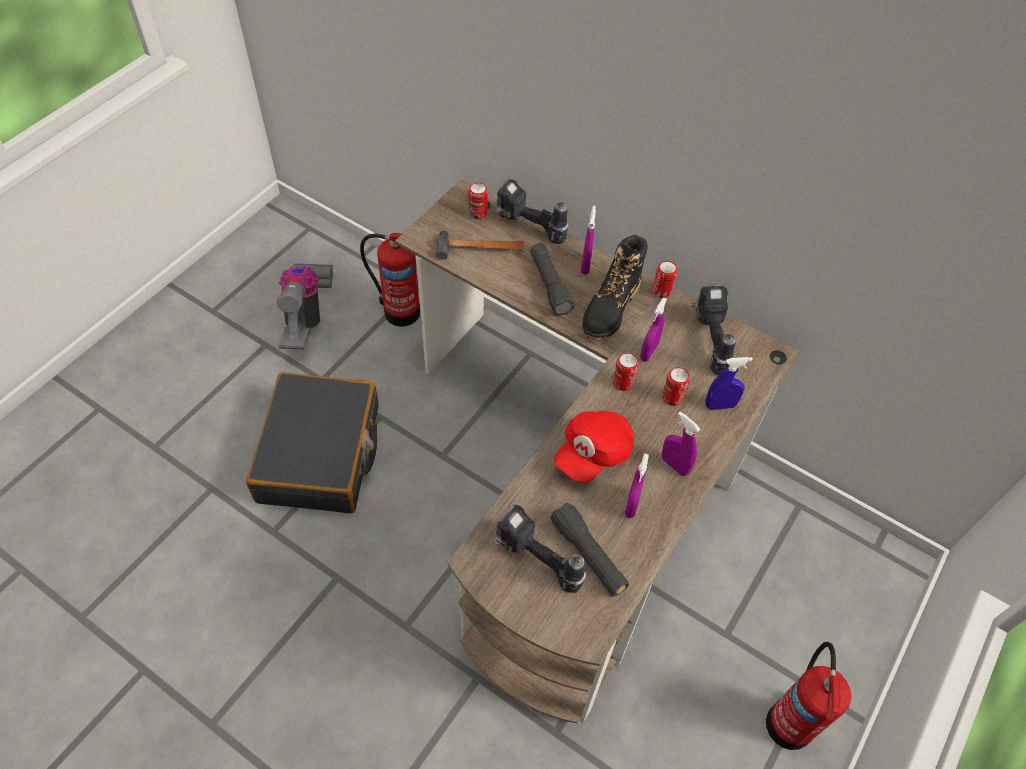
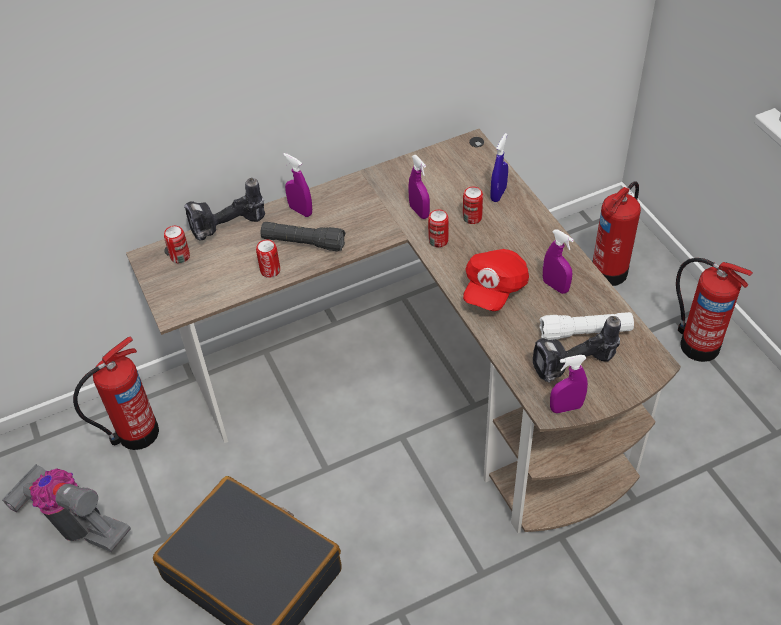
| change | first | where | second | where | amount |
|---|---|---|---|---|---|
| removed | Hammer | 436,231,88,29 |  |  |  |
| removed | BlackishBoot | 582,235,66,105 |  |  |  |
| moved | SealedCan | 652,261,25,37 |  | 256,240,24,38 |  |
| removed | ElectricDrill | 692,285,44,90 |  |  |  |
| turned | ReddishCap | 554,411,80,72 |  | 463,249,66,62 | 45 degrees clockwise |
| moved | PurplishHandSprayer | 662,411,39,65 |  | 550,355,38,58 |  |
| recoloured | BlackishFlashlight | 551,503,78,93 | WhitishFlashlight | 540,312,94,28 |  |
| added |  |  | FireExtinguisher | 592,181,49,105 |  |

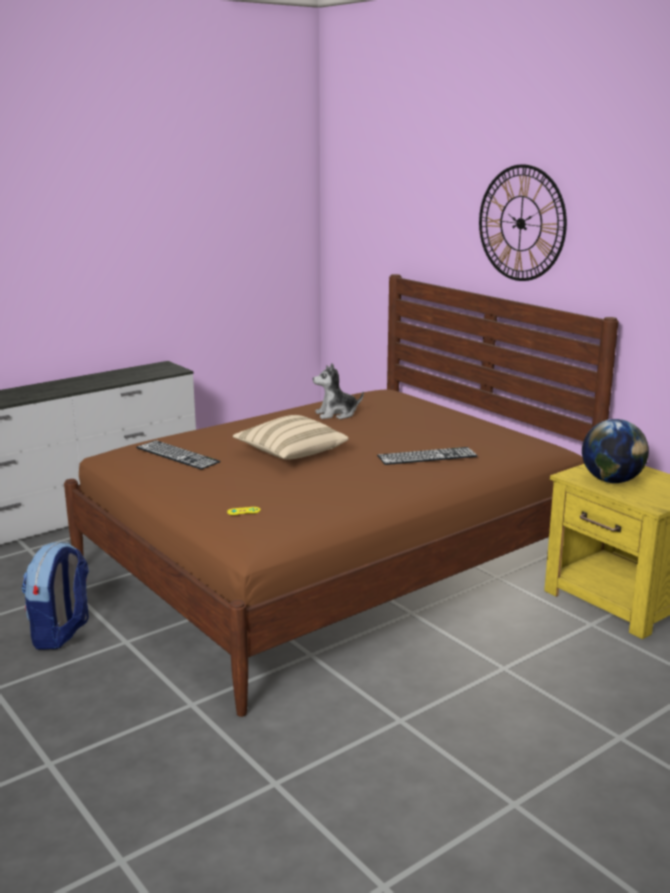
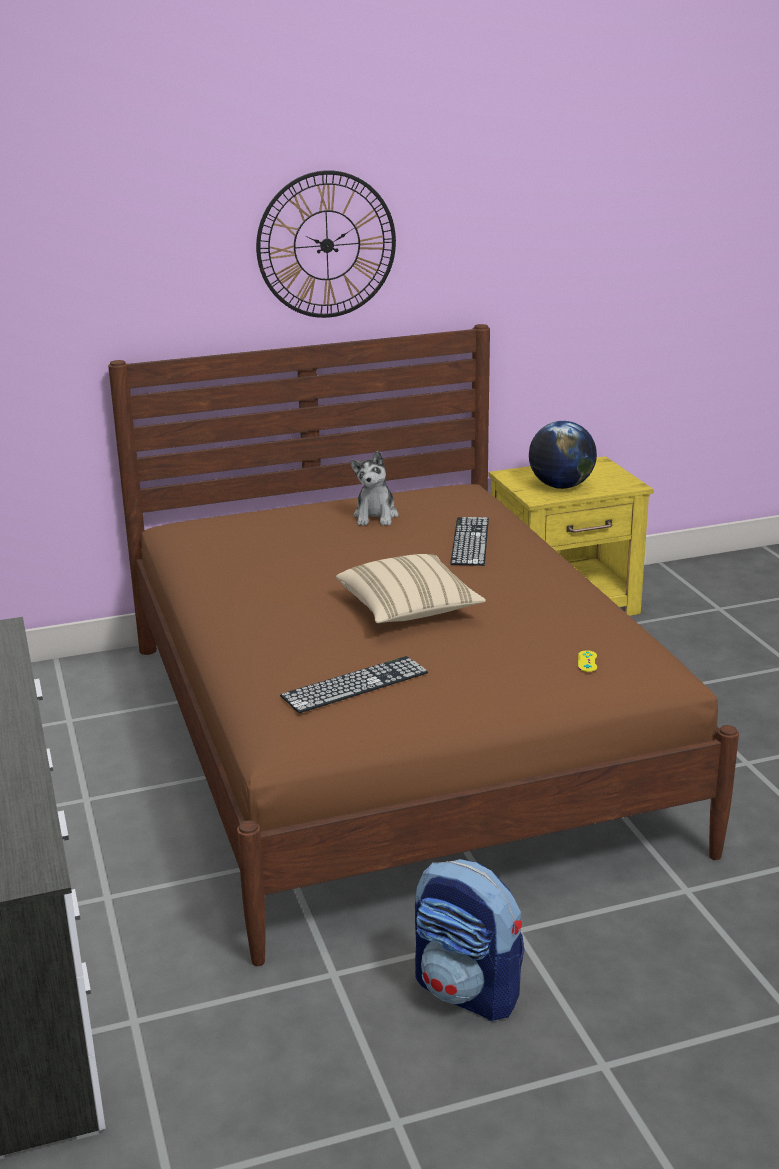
| change | first | where | second | where | amount |
|---|---|---|---|---|---|
| moved | CuddlyToy | 313,363,51,56 |  | 350,451,49,75 |  |

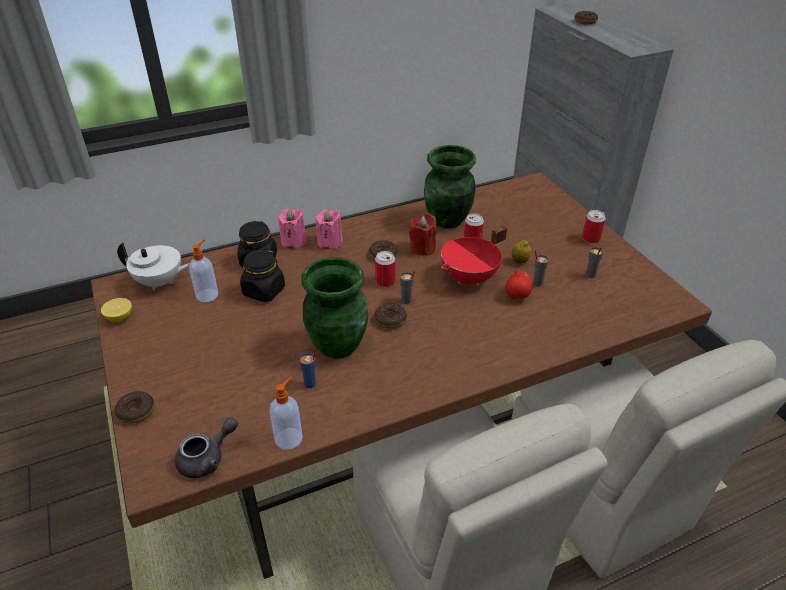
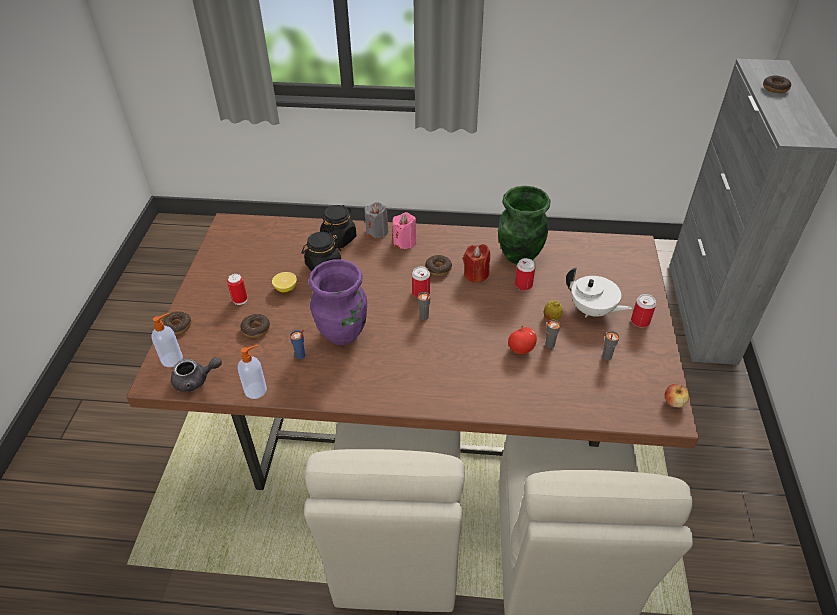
| change | first | where | second | where | amount |
|---|---|---|---|---|---|
| recoloured | PinkColouredWaxLight | 278,209,28,39 | GrayWaxLight | 364,202,24,36 |  |
| removed | ReddishCookingPot | 441,225,66,60 |  |  |  |
| moved | SoapDispenser | 189,239,29,63 |  | 151,313,32,54 |  |
| moved | WhitishTeapot | 117,242,73,49 |  | 566,268,66,49 |  |
| recoloured | GreenVase | 302,257,66,102 | PurplishVase | 309,260,58,85 |  |
| moved | WholeLemon | 101,298,31,24 |  | 272,272,25,20 |  |
| moved | RingDoughnut | 374,303,33,26 |  | 240,314,30,24 |  |
| added |  |  | SealedCan | 227,274,20,31 |  |
| added |  |  | WholeApple | 665,384,24,23 |  |

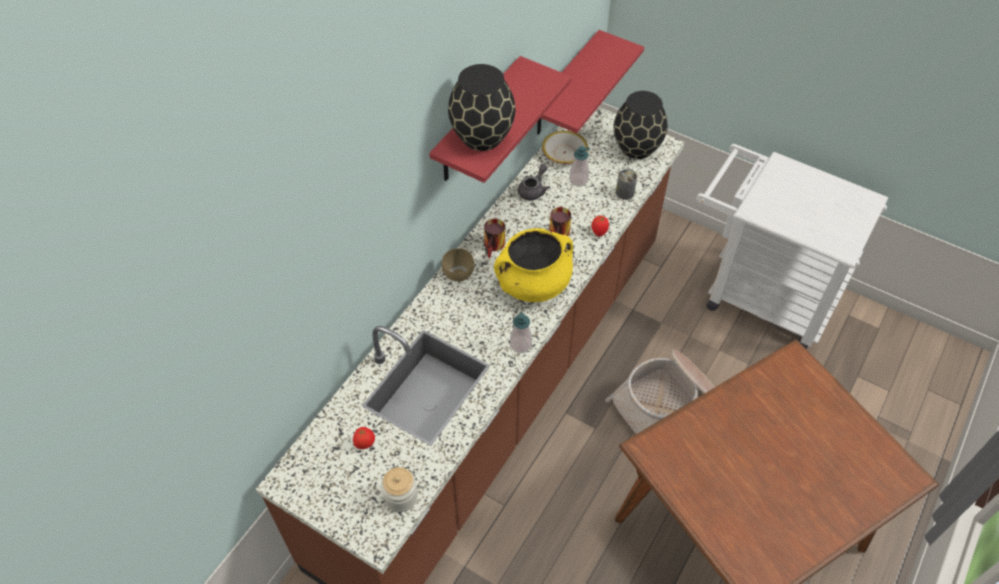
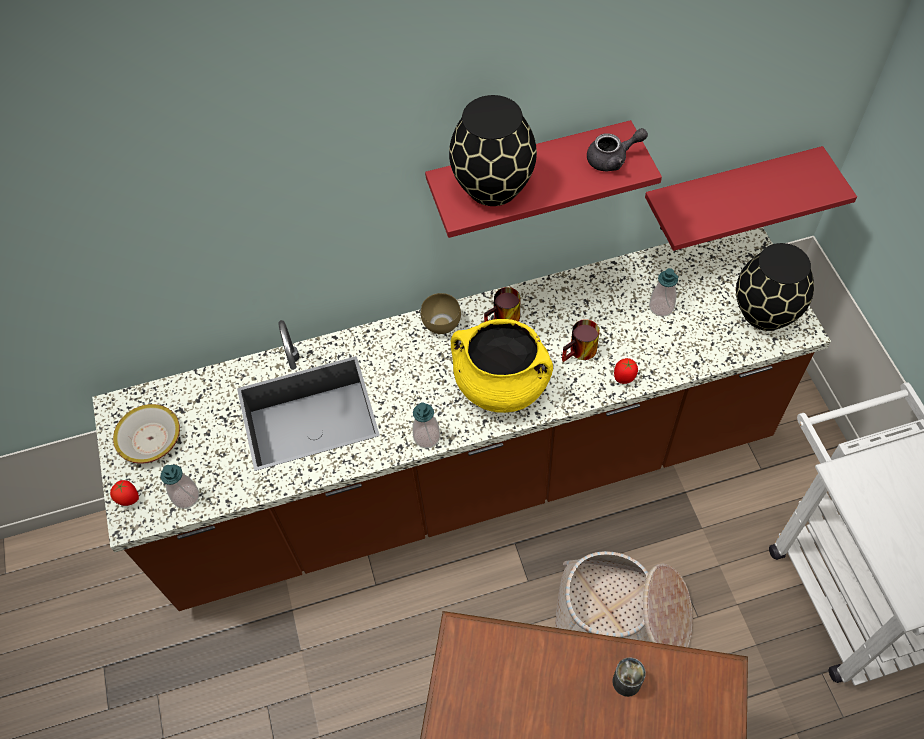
| change | first | where | second | where | amount |
|---|---|---|---|---|---|
| moved | Bowl | 542,131,46,33 |  | 113,404,67,60 |  |
| moved | GrayTeapot | 518,164,31,36 |  | 587,128,61,43 |  |
| moved | SealedCan | 616,169,21,31 |  | 612,657,34,40 |  |
| moved | WholeTomato | 353,427,22,22 |  | 110,480,29,26 |  |
| replaced | Jar | 381,467,37,45 | SoapDispenser | 160,465,39,44 |  |

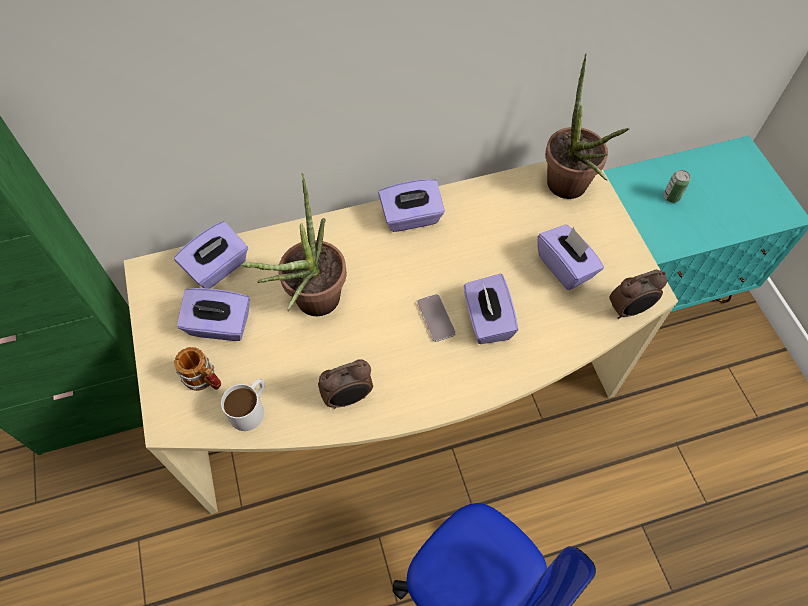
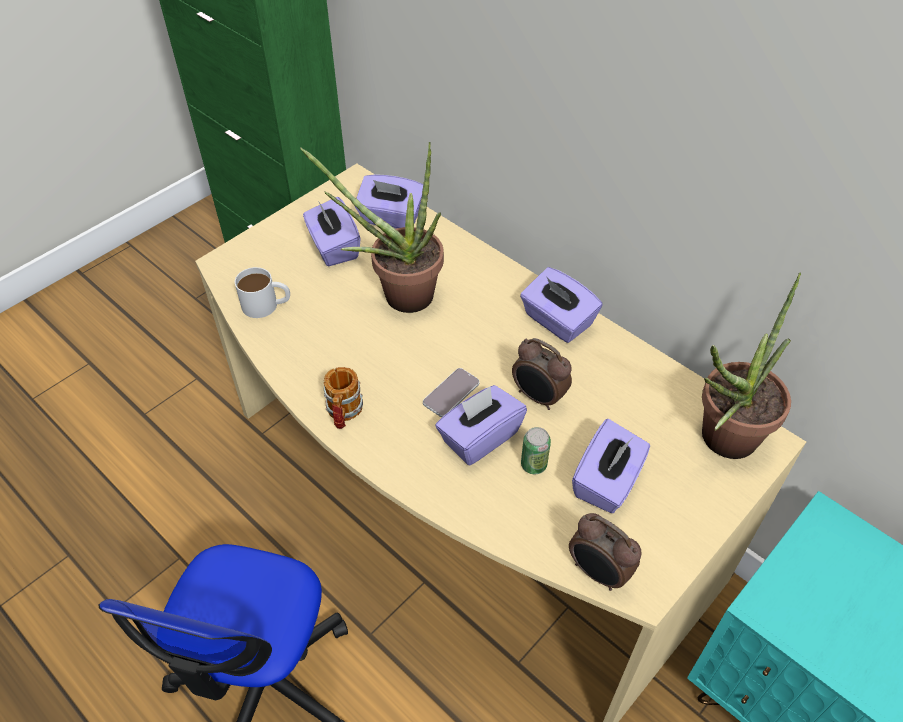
| change | first | where | second | where | amount |
|---|---|---|---|---|---|
| moved | SealedCan | 663,170,27,33 |  | 521,427,30,47 |  |
| moved | TeaMug | 174,347,47,44 |  | 324,367,39,62 |  |
| moved | TableClock | 318,359,55,50 |  | 512,338,60,72 |  |

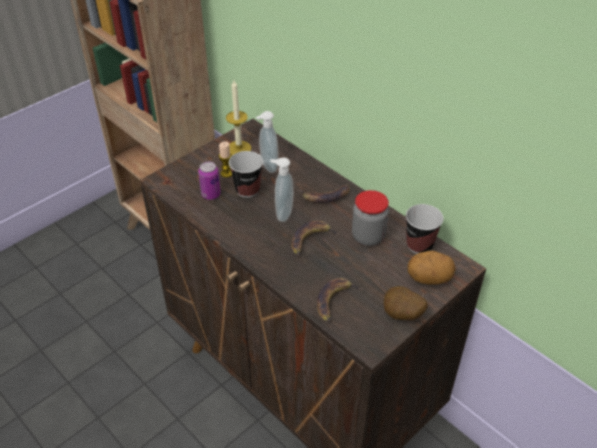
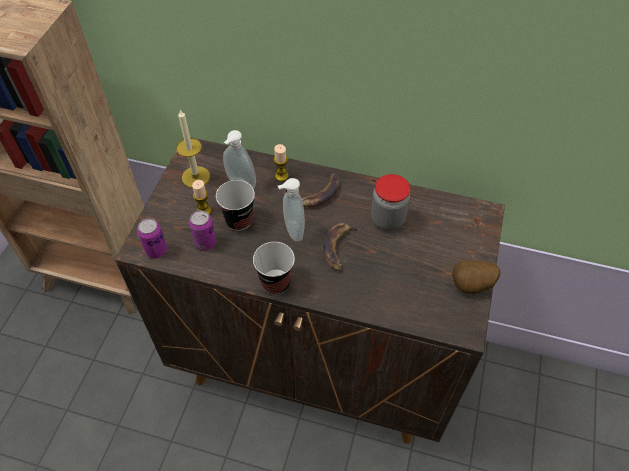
| change | first | where | second | where | amount |
|---|---|---|---|---|---|
| moved | SmallCup | 406,204,37,50 |  | 253,242,42,53 |  |
| removed | Spud | 407,251,49,34 |  |  |  |
| removed | Banana | 317,278,46,44 |  |  |  |
| added |  |  | WaxLight | 274,144,15,37 |  |
| added |  |  | SealedCan | 137,218,30,40 |  |

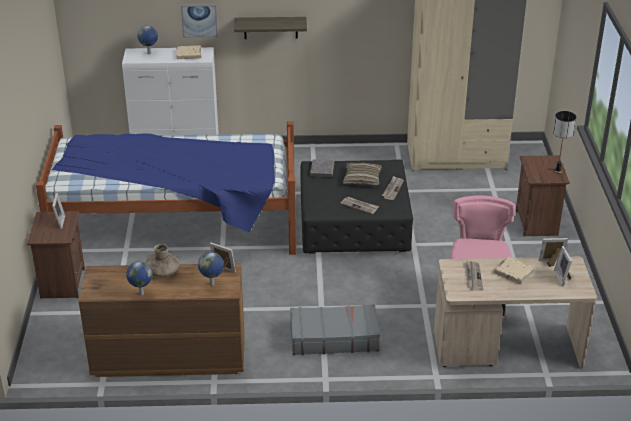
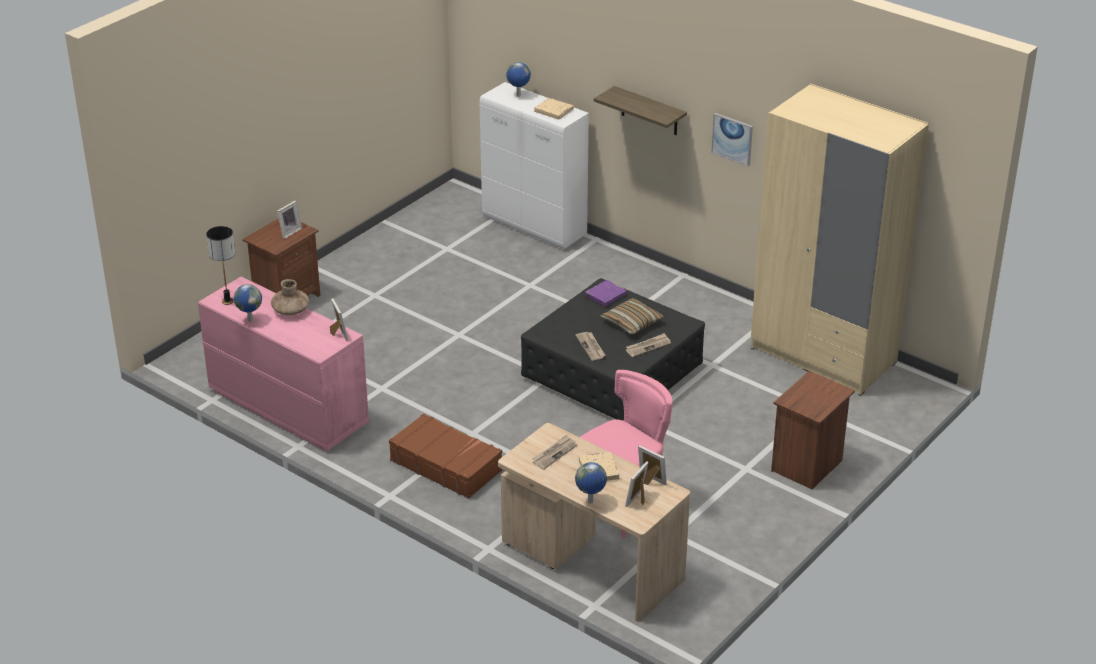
| change | first | where | second | where | amount |
|---|---|---|---|---|---|
| moved | WallPicture | 181,4,37,33 |  | 711,113,42,53 |  |
| moved | LampForATable | 553,111,24,63 |  | 206,226,29,79 |  |
| removed | Bed | 36,121,260,134 |  |  |  |
| recoloured | GrayVolume | 310,159,25,18 | PurplishVolume | 585,280,42,26 |  |
| moved | WorldGlobe | 198,252,26,34 |  | 575,462,32,42 |  |
| recoloured | BrownColouredDrawerChest | 79,263,166,114 | PinkColouredDrawerChest | 198,276,171,175 |  |
| recoloured | GraySuitcase | 290,304,90,51 | BrownColouredSuitcase | 389,414,113,85 |  |

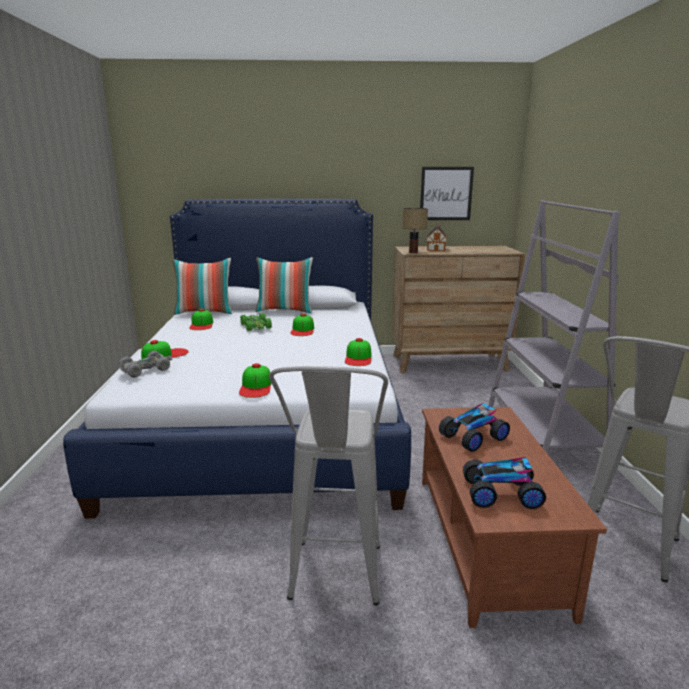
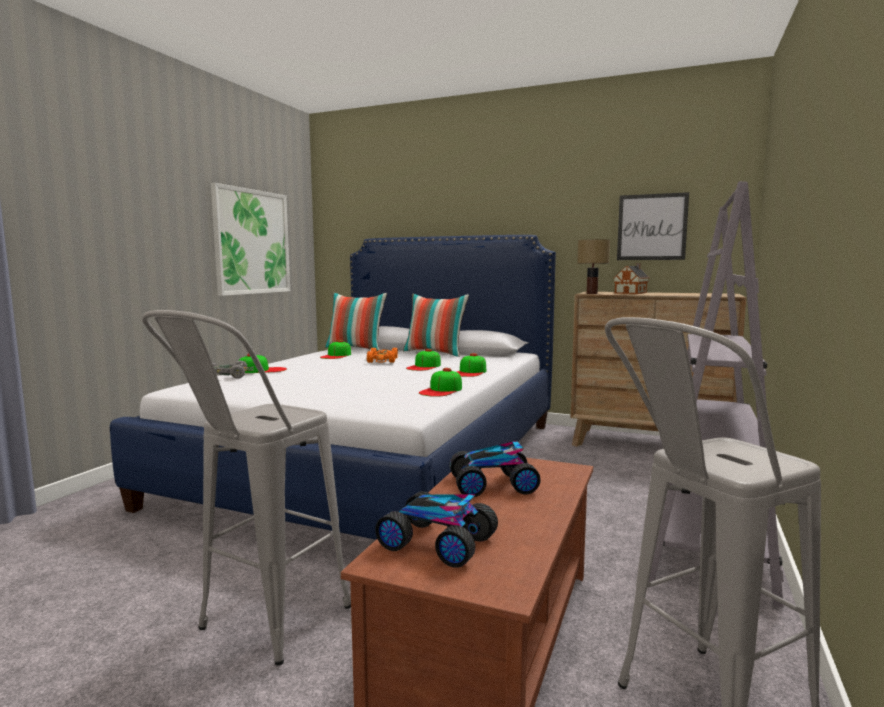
| change | first | where | second | where | amount |
|---|---|---|---|---|---|
| recoloured | GreenMiniatureCar | 240,313,32,18 | OrangeColouredMiniatureCar | 367,348,31,15 |  |
| moved | Cap | 239,363,33,35 |  | 457,353,29,24 |  |
| added |  |  | WallPicture | 211,183,79,113 |  |

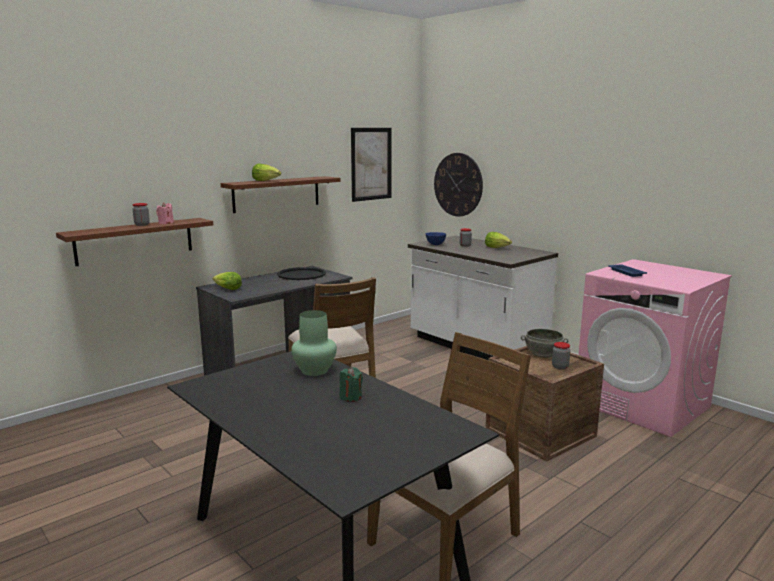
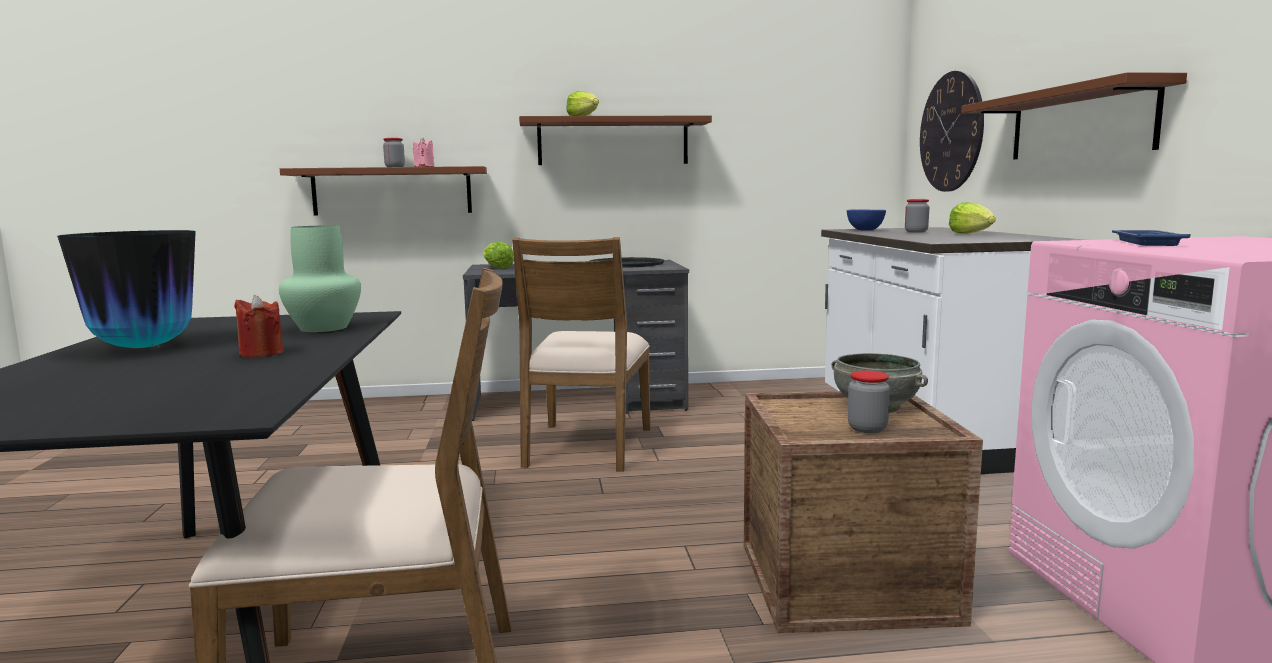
| change | first | where | second | where | amount |
|---|---|---|---|---|---|
| removed | WallPicture | 351,128,41,74 |  |  |  |
| recoloured | GreenWaxLight | 339,367,24,35 | ReddishWaxLight | 234,295,49,63 |  |
| added |  |  | BrownColouredWallShelf | 961,72,226,87 |  |
| added |  |  | Vase | 57,230,139,118 |  |

